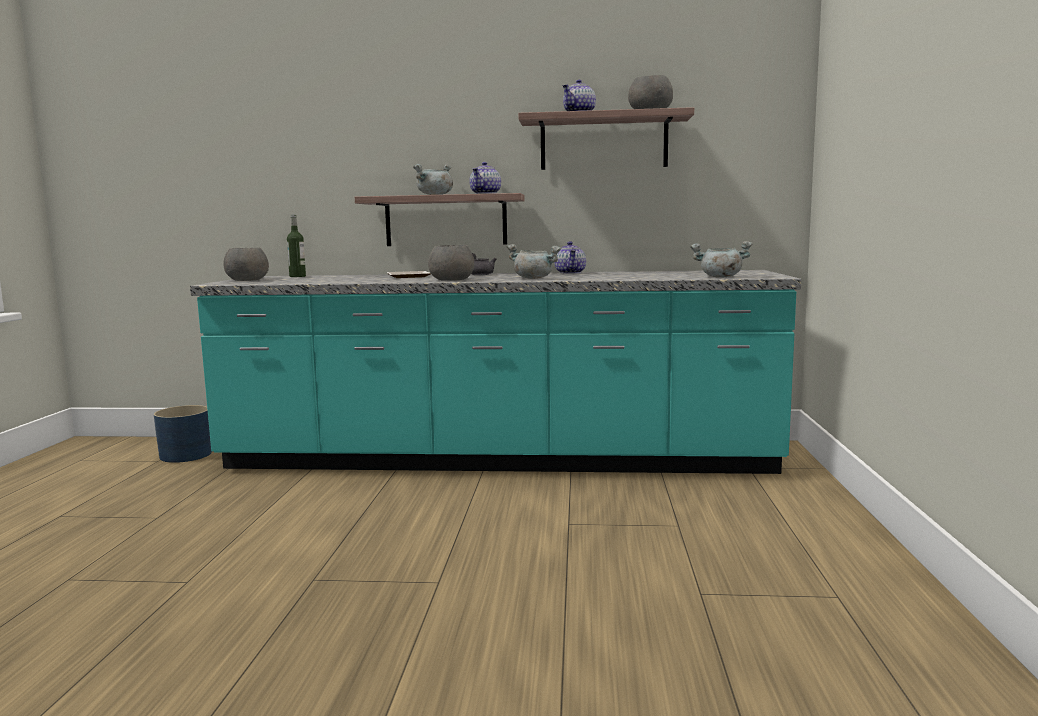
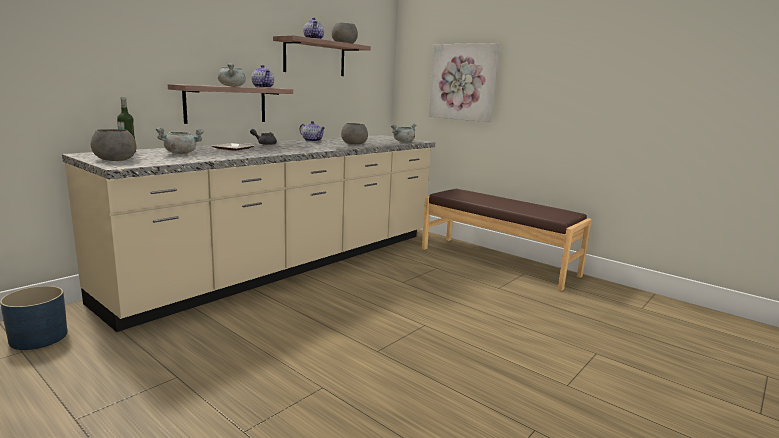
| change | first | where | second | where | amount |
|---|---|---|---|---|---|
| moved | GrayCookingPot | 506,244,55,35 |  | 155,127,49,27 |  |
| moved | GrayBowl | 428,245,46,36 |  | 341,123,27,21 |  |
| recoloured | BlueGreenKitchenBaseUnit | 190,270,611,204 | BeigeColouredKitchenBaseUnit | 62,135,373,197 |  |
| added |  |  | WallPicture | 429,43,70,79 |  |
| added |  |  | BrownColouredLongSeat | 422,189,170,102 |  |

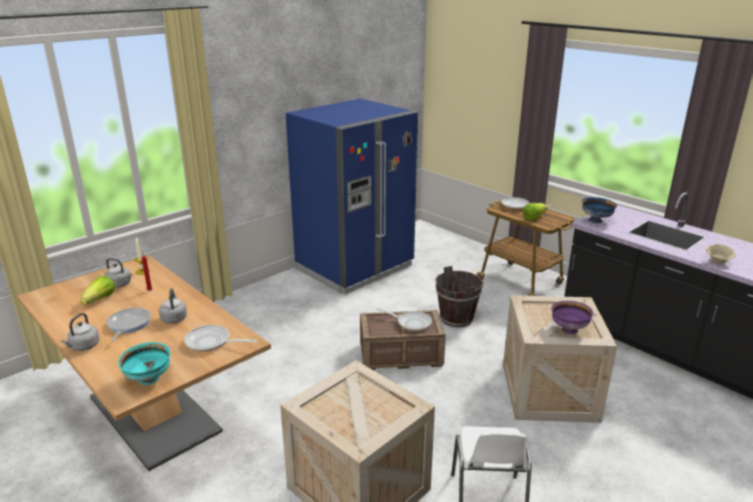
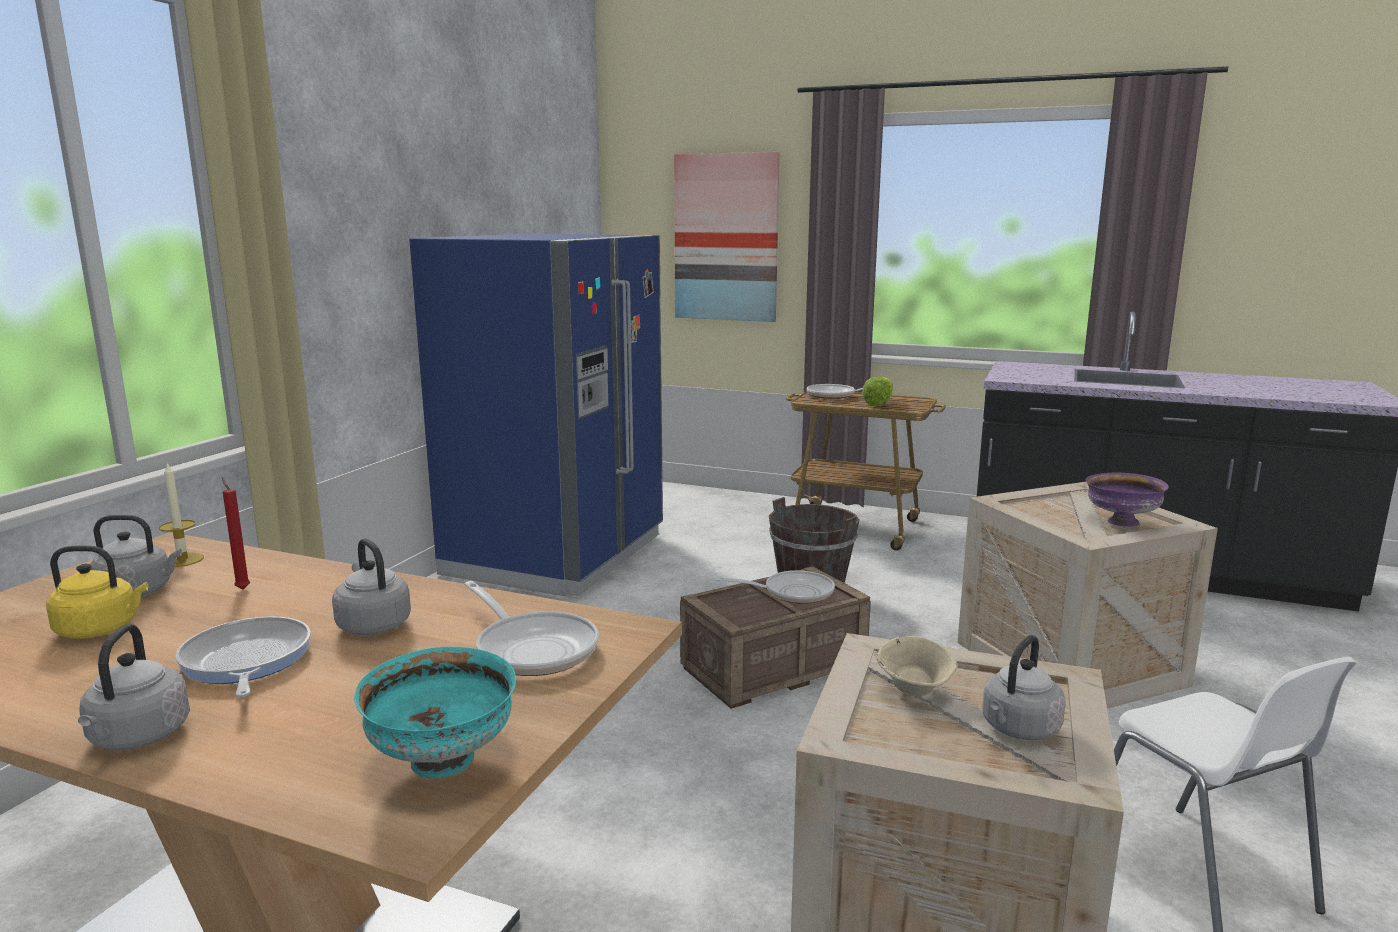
| change | first | where | second | where | amount |
|---|---|---|---|---|---|
| removed | BlueBowl | 582,197,35,26 |  |  |  |
| moved | BeigeColouredBowl | 706,244,30,20 |  | 877,636,81,60 |  |
| replaced | HeadOfLettuce | 81,275,34,30 | YellowColouredTeaKettle | 46,545,102,94 |  |
| turned | FryingPan | 184,325,74,27 |  | 464,581,135,95 | 120 degrees counterclockwise |
| added |  |  | WallPicture | 674,152,106,170 |  |
| added |  |  | GrayTeaKettle | 982,635,84,105 |  |

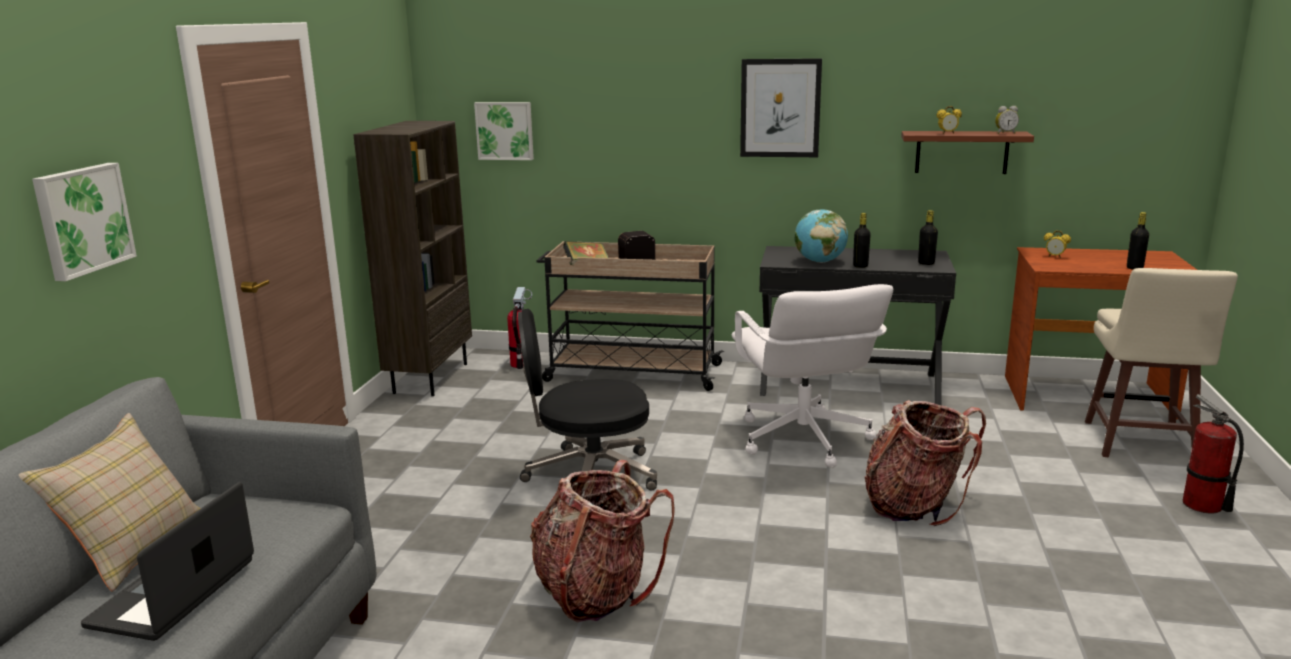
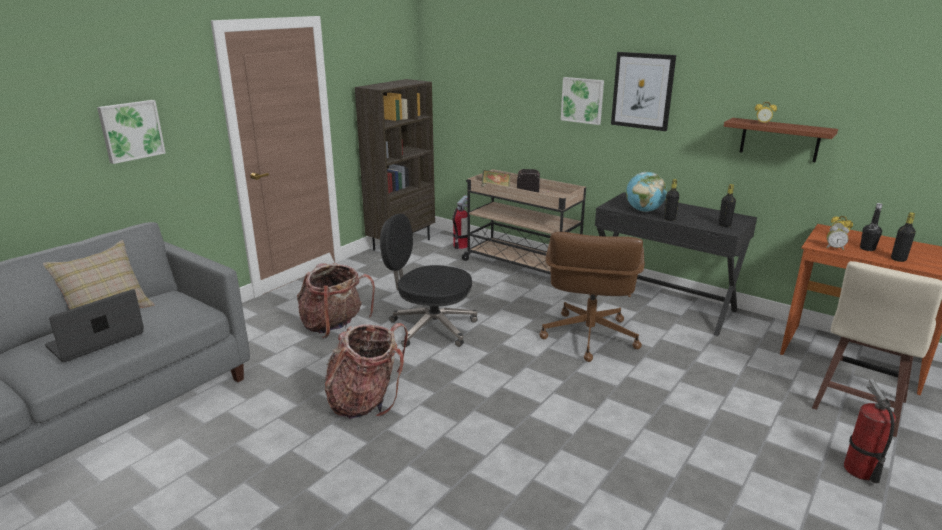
| change | first | where | second | where | amount |
|---|---|---|---|---|---|
| moved | WallPicture | 474,102,60,58 |  | 561,77,43,48 |  |
| moved | TableClock | 995,106,24,28 |  | 826,226,23,24 |  |
| recoloured | WhitishDeskChair | 732,284,161,184 | BrownColouredDeskChair | 539,232,106,130 |  |
| moved | Rucksack | 865,400,121,126 |  | 297,263,78,75 |  |
| added |  |  | BlackishDrinkBottle | 860,203,23,48 |  |

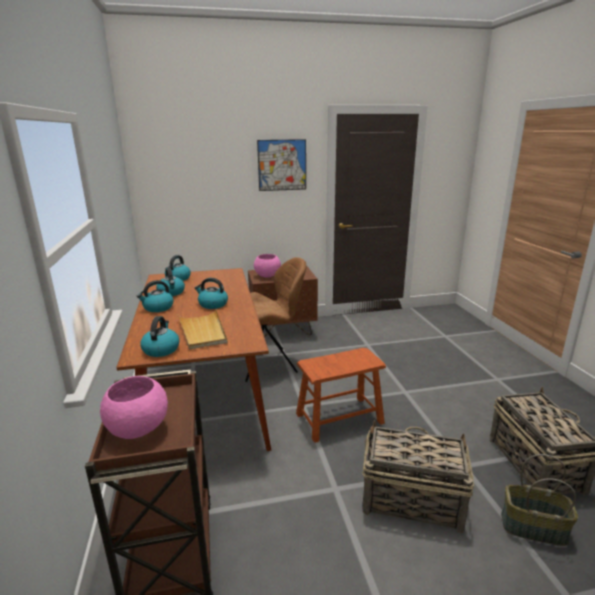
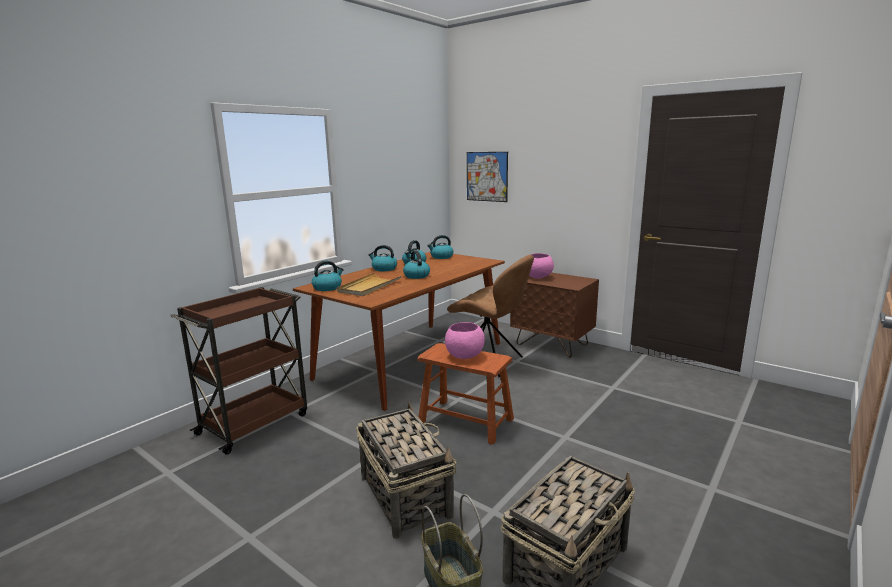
| change | first | where | second | where | amount |
|---|---|---|---|---|---|
| moved | WallPicture | 257,139,49,52 |  | 467,152,41,50 |  |
| moved | PinkColouredBowl | 100,376,68,63 |  | 445,322,40,37 |  |

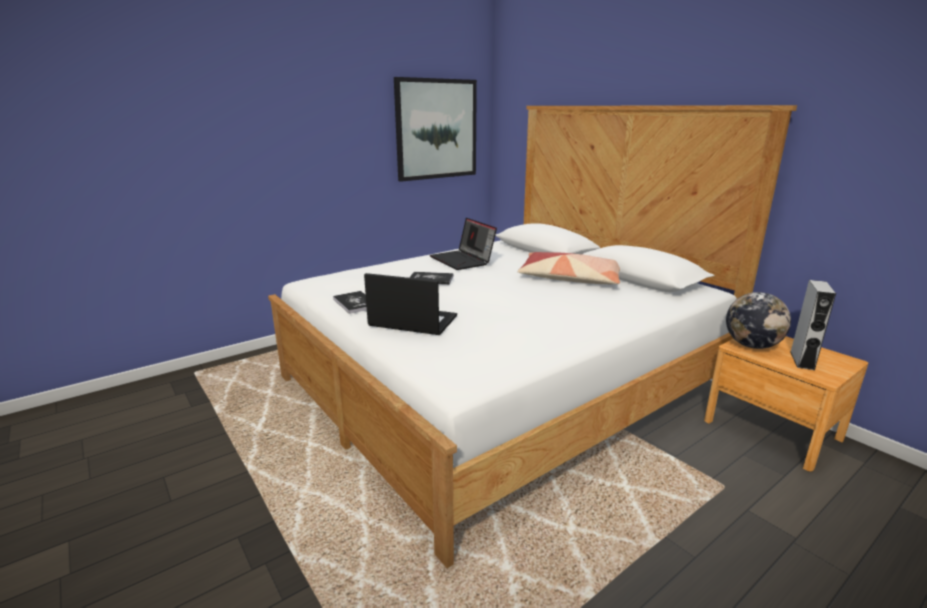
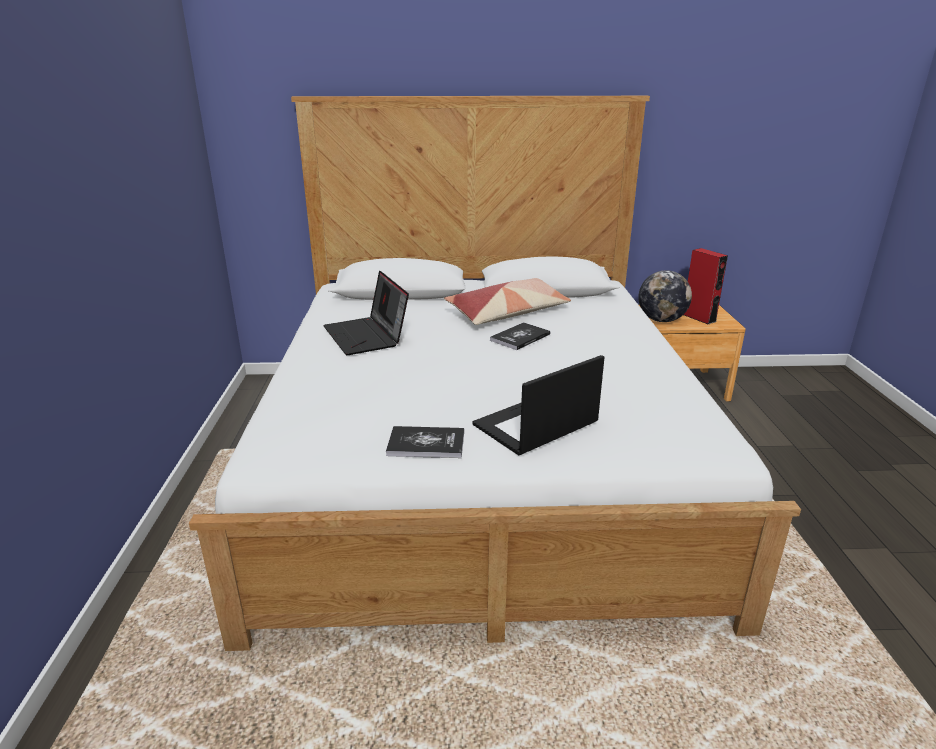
| change | first | where | second | where | amount |
|---|---|---|---|---|---|
| removed | WallPicture | 394,77,83,105 |  |  |  |
| turned | Laptop | 430,218,67,52 |  | 323,270,86,85 | 60 degrees clockwise |
| moved | Volume | 409,272,45,13 |  | 490,322,60,28 |  |
| recoloured | GrayLoudspeaker | 790,280,46,90 | ReddishLoudspeaker | 684,248,44,76 |  |

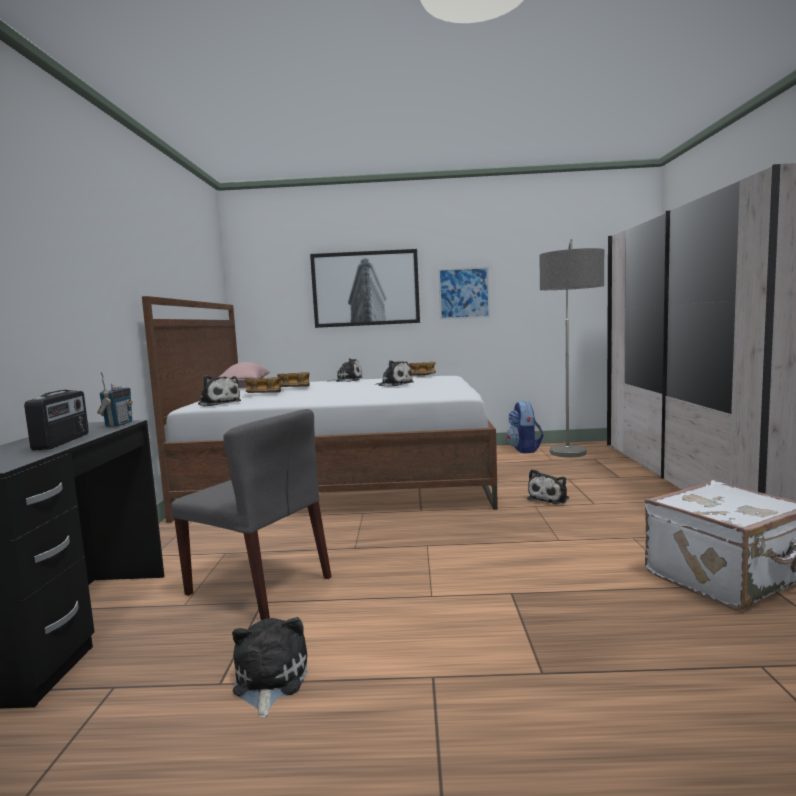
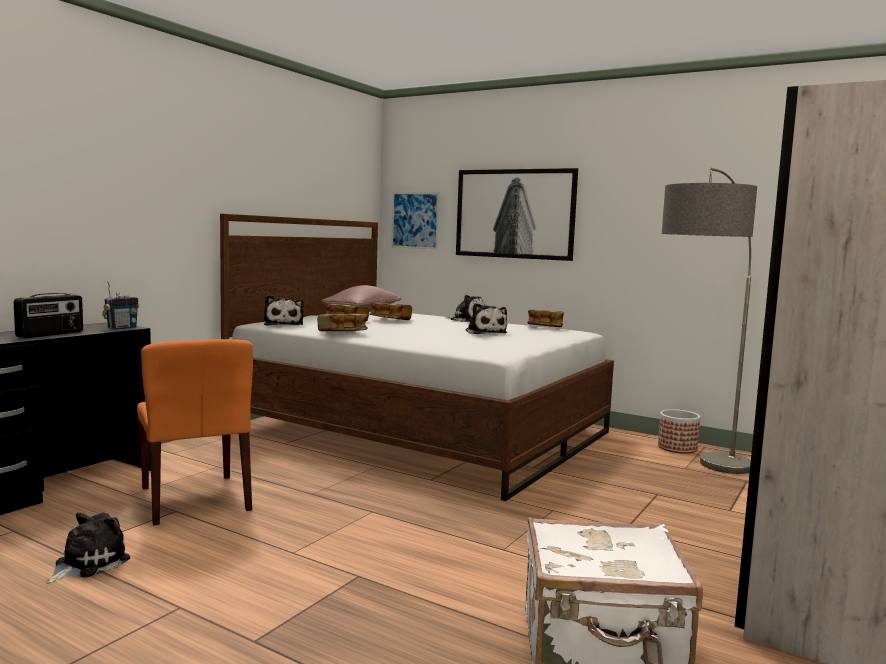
| change | first | where | second | where | amount |
|---|---|---|---|---|---|
| moved | WallPicture | 438,266,52,54 |  | 391,192,49,58 |  |
| replaced | Rucksack | 507,401,37,53 | PlantPot | 658,409,42,45 |  |
| recoloured | GrayUprightChair | 171,409,161,211 | OrangeColouredUprightChair | 137,339,116,186 |  |
| removed | CuddlyToy | 527,469,42,35 |  |  |  |
| added |  |  | Volume | 317,313,51,18 |  |

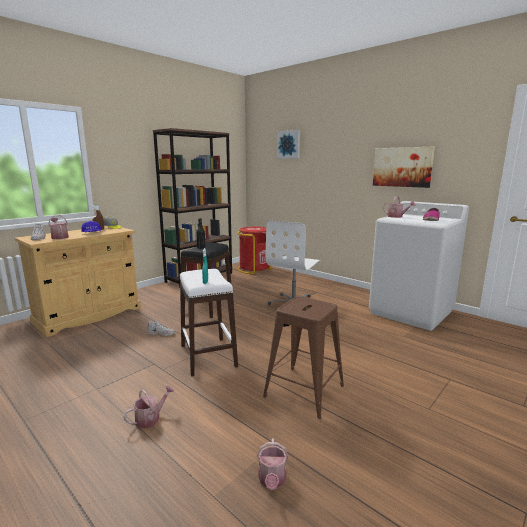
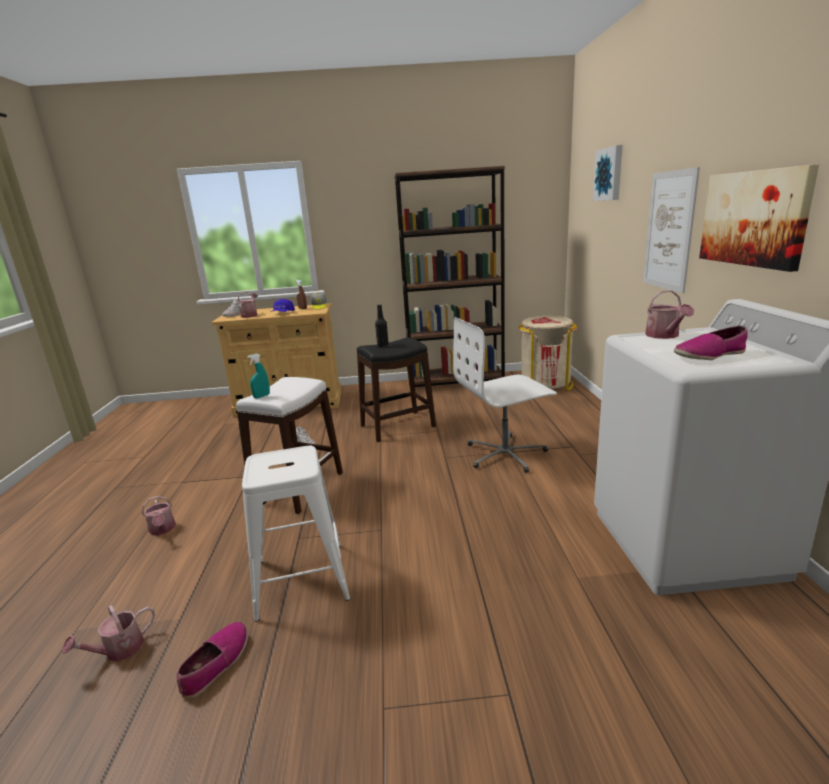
| change | first | where | second | where | amount |
|---|---|---|---|---|---|
| recoloured | ReddishTrashCan | 237,227,35,47 | BeigeColouredTrashCan | 519,316,59,75 |  |
| recoloured | BrownColouredStool | 263,297,81,122 | WhitishStool | 242,446,108,176 |  |
| turned | WateringPot | 123,386,51,43 |  | 142,496,34,39 | 60 degrees clockwise |
| added |  |  | WallPicture | 643,167,57,126 |  |
| added |  |  | LowShoe | 177,622,71,76 |  |

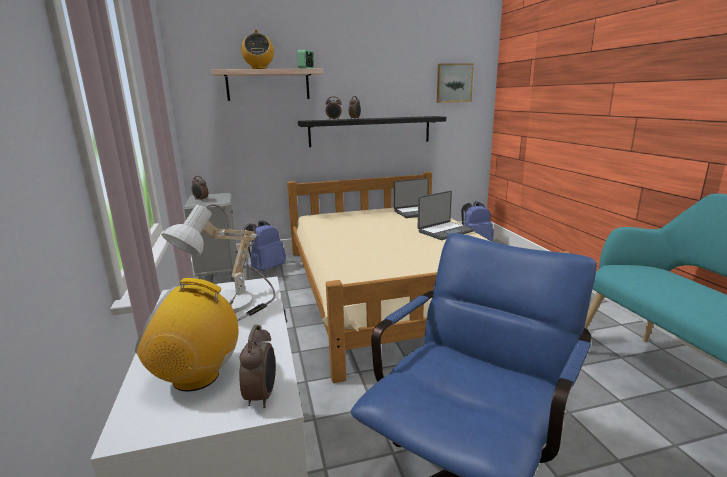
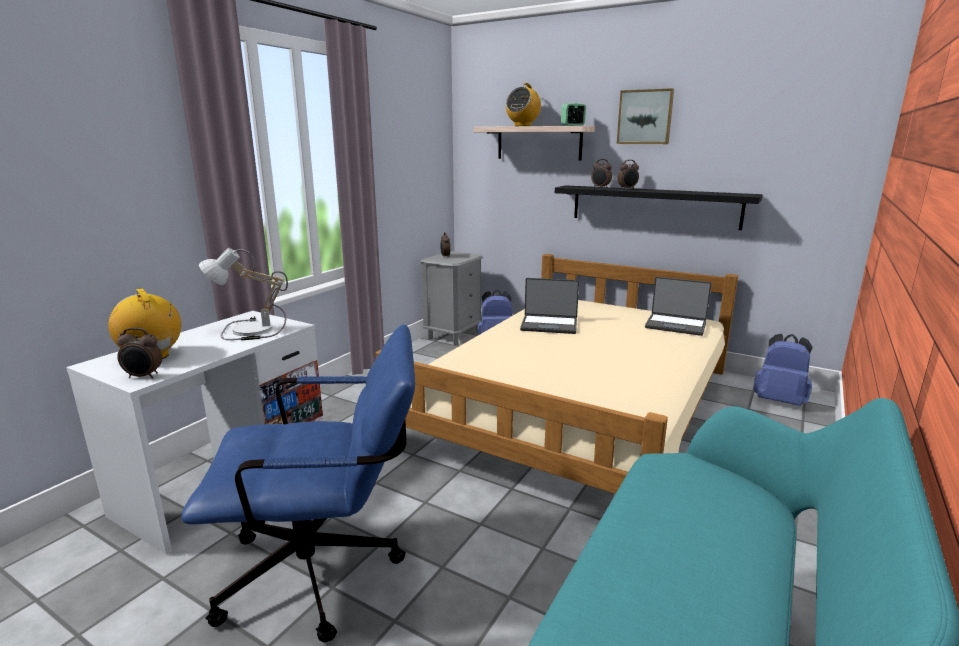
| change | first | where | second | where | amount |
|---|---|---|---|---|---|
| moved | WallPicture | 437,63,37,40 |  | 617,88,57,56 |  |
| moved | Laptop | 418,191,56,49 |  | 520,278,59,56 |  |
| turned | TableClock | 239,325,37,83 |  | 117,328,45,51 | 45 degrees clockwise |

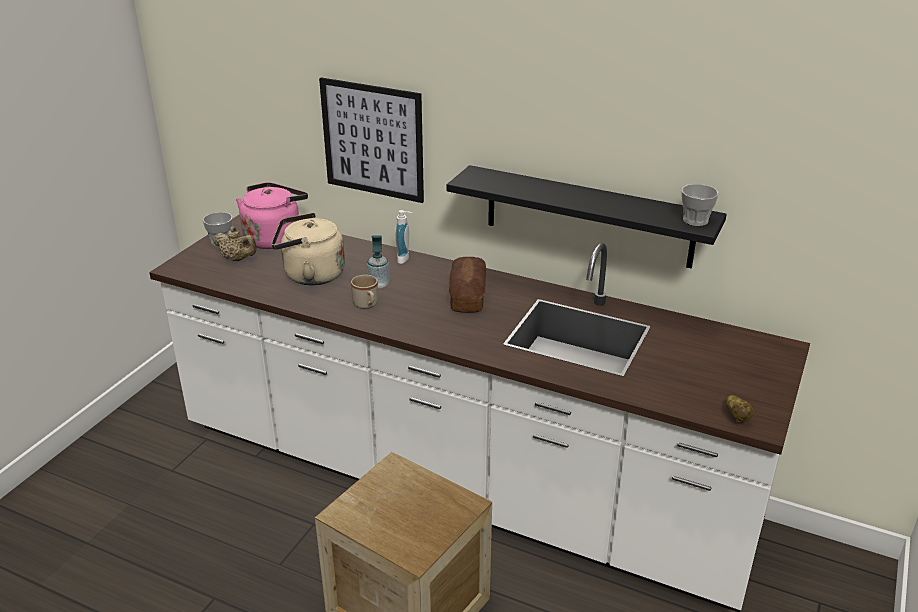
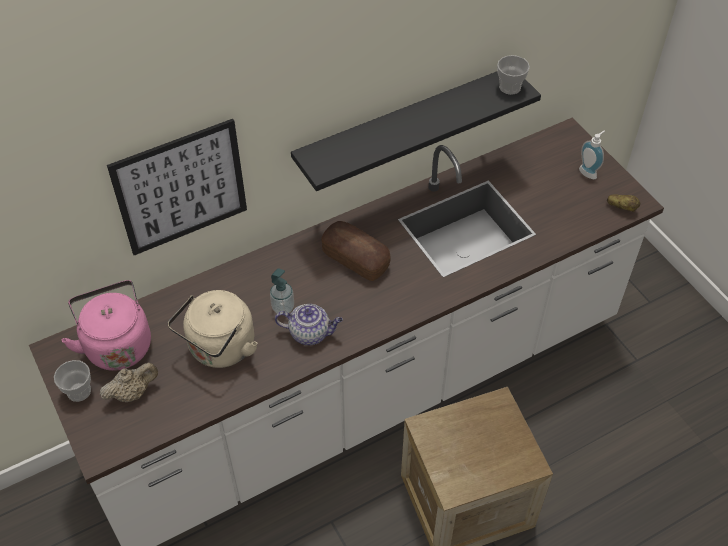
| change | first | where | second | where | amount |
|---|---|---|---|---|---|
| moved | SoapDispenser | 395,210,18,54 |  | 579,131,26,48 |  |
| replaced | BeigeColouredTeaMug | 351,275,27,34 | Teapot | 275,304,68,41 |  |

